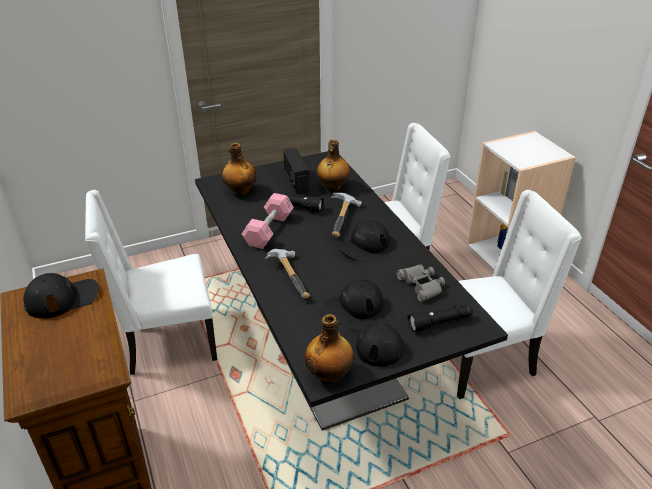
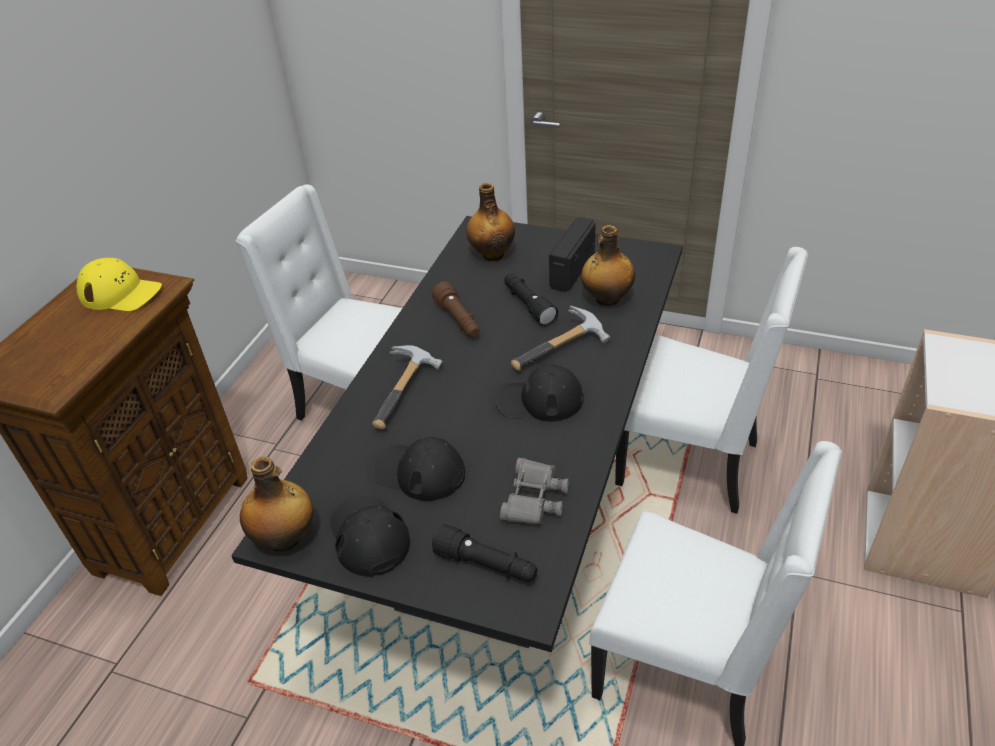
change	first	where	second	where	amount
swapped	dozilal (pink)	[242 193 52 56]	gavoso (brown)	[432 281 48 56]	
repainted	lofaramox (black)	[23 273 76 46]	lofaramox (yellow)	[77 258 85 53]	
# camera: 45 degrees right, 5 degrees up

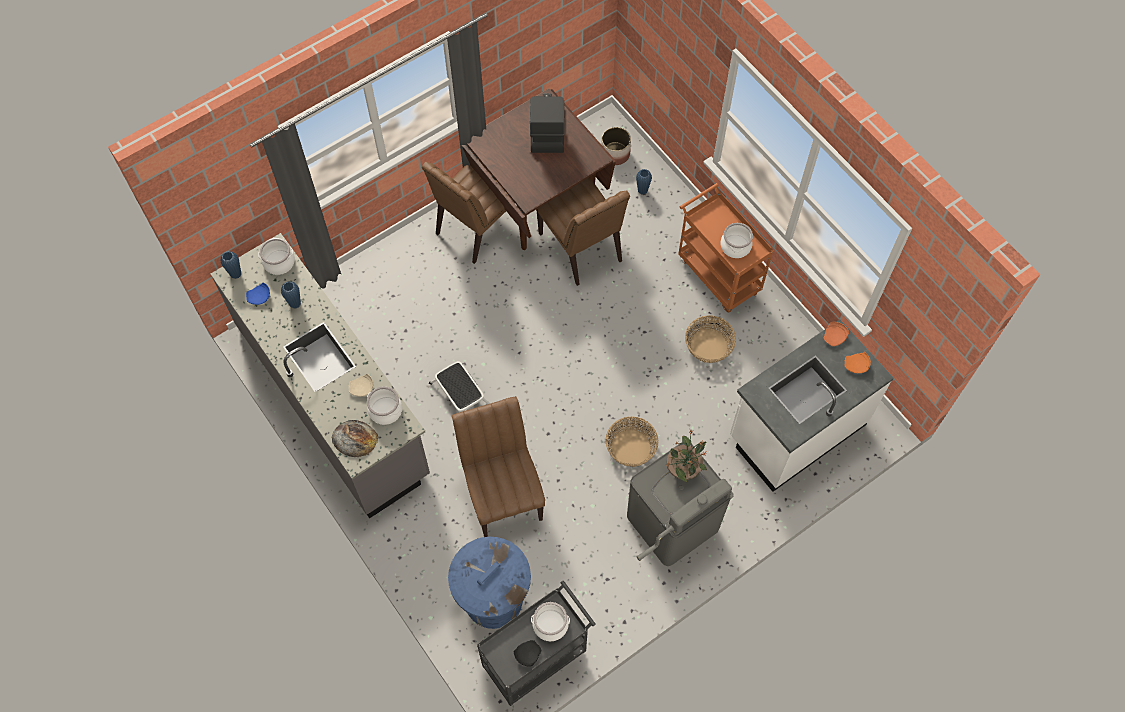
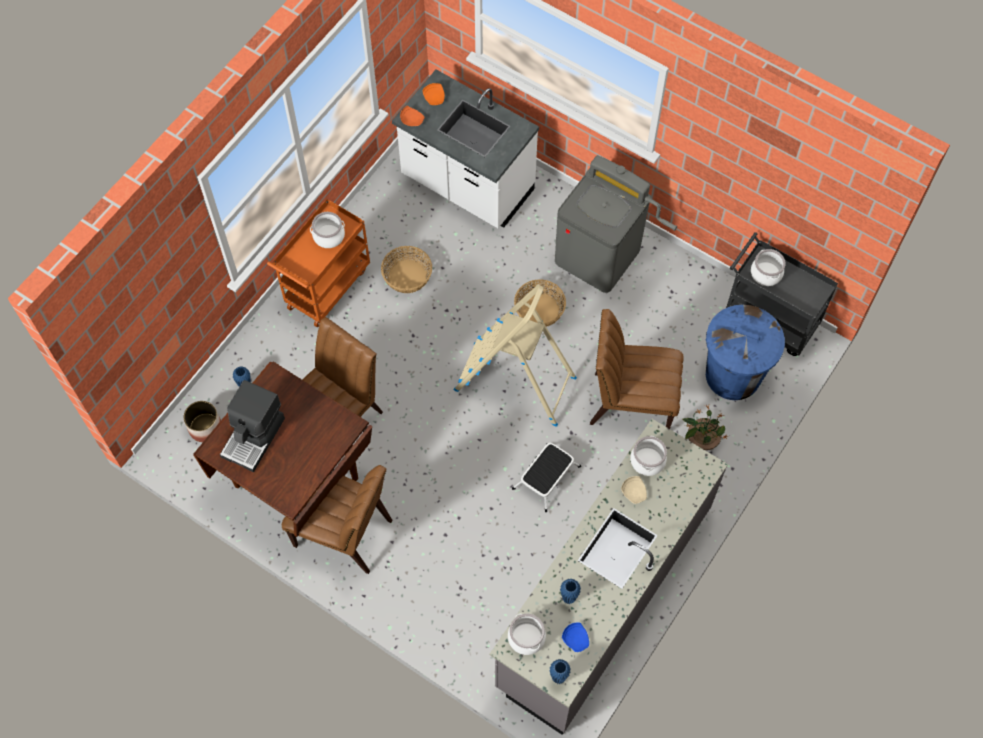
change	first	where	second	where	amount
gone	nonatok	[332 420 46 37]			
gone	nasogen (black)	[514 640 27 26]			
new			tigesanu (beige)	[454 284 123 143]	
shifted	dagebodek	[667 430 40 52]		[683 405 45 45]	
rotated	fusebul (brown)	[452 396 93 141]		[590 309 94 120]	45 degrees clockwise
rotated	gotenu	[530 93 35 60]		[220 380 65 92]	45 degrees counterclockwise
# camera: 110 degrees left, 0 degrees up

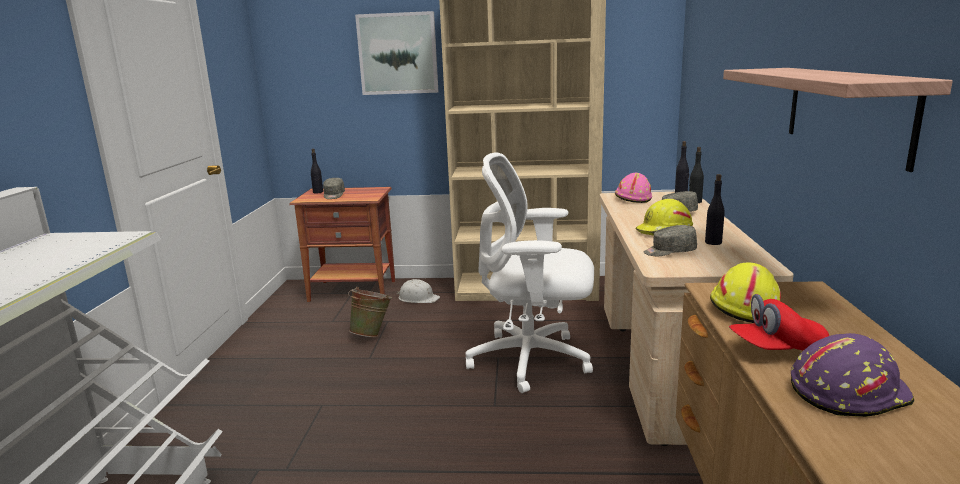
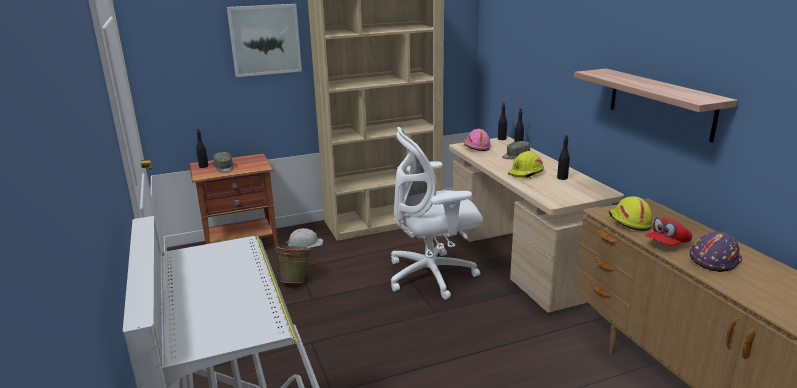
change	first	where	second	where	amount
gone	lofaramox (grey)	[644 225 53 31]			
# camera: 25 degrees left, 5 degrees up

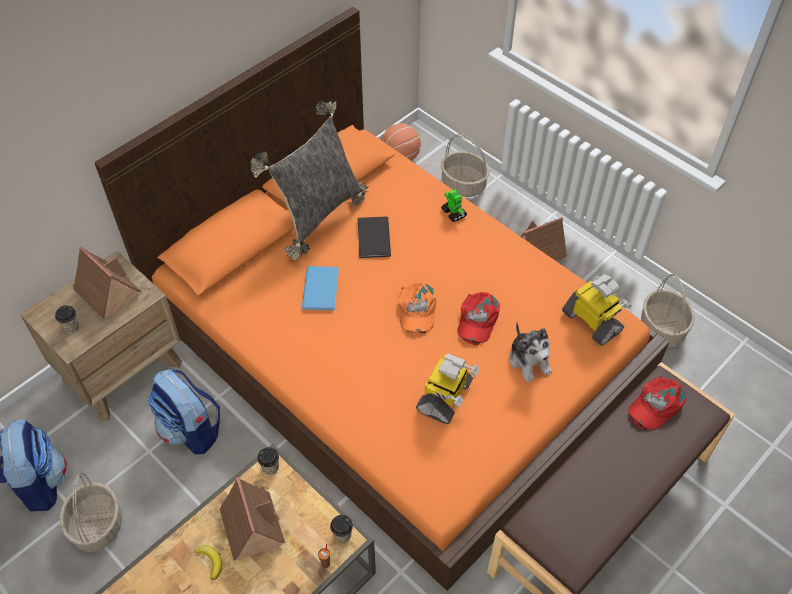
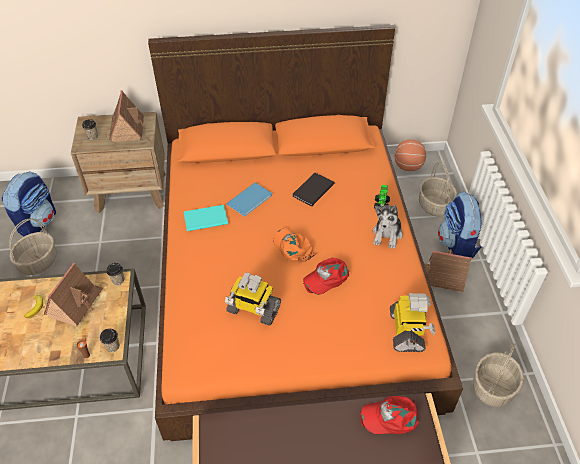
change	first	where	second	where	amount
gone	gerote	[251 100 118 160]			
new			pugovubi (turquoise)	[184 205 44 26]	
shifted	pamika	[147 369 73 86]		[438 192 43 66]	
shifted	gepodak	[509 322 43 60]		[372 205 31 44]	
rotated	lofaramox (orange)	[398 282 38 53]		[274 228 42 33]	105 degrees clockwise
rotated	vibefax	[416 353 64 71]		[225 273 56 53]	45 degrees clockwise
# camera: 40 degrees right, 5 degrees down

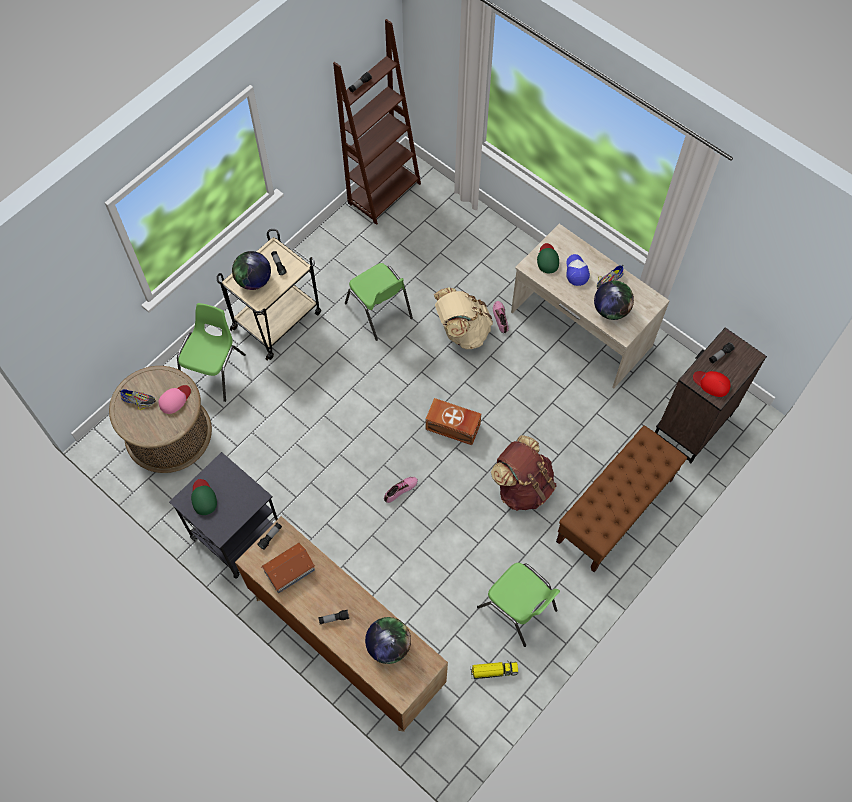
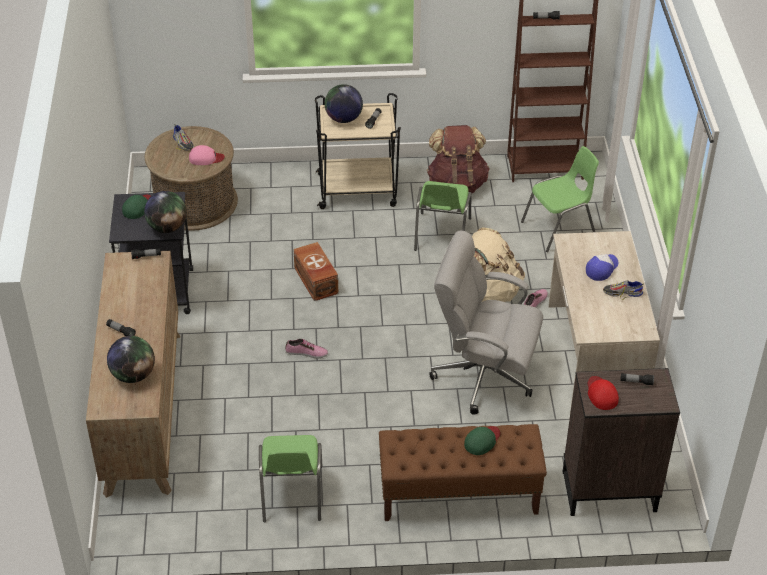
change	first	where	second	where	amount
gone	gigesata	[261 542 54 51]			
gone	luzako	[471 661 47 18]			
new			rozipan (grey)	[429 231 114 184]	
shifted	fusebul (green)	[177 303 69 99]		[521 146 78 106]	
shifted	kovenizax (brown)	[426 398 55 47]		[293 242 46 59]	
shifted	pamika (brown)	[491 435 66 76]		[427 125 63 68]	
shifted	lofaramox (green)	[537 243 22 30]		[464 426 36 29]	
shifted	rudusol	[594 281 40 39]		[144 191 43 42]	
# camera: 45 degrees right, 20 degrees down

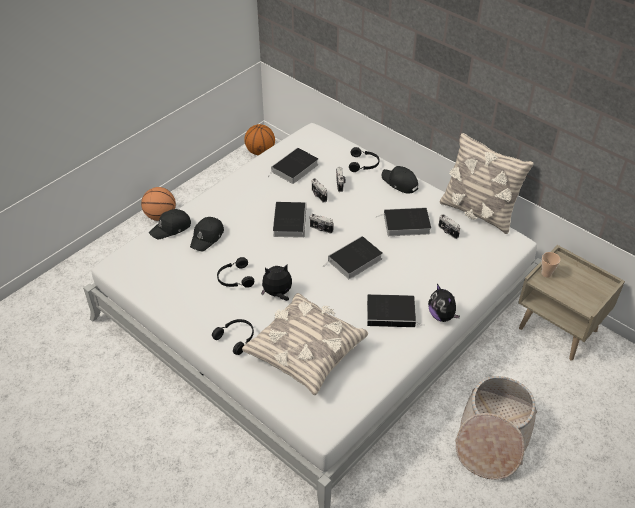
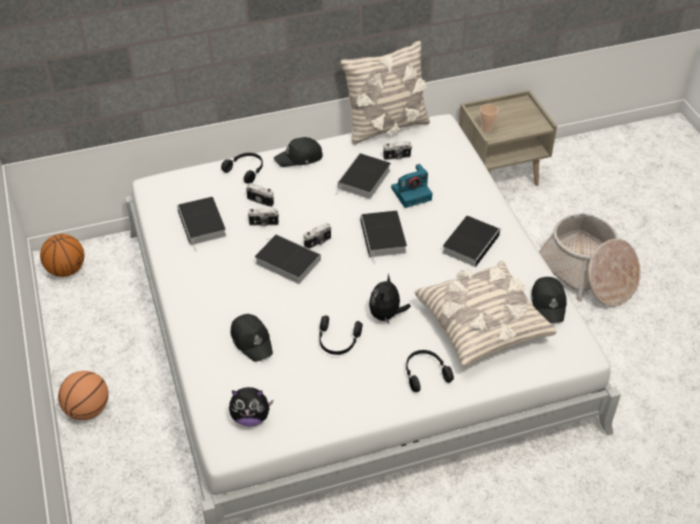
change	first	where	second	where	amount
new			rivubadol	[391 164 41 44]	
shifted	lofaramox (black)	[149 209 42 30]		[532 277 35 46]	
shifted	gepodak	[428 284 32 38]		[229 387 45 40]	
# camera: 60 degrees left, 0 degrees up

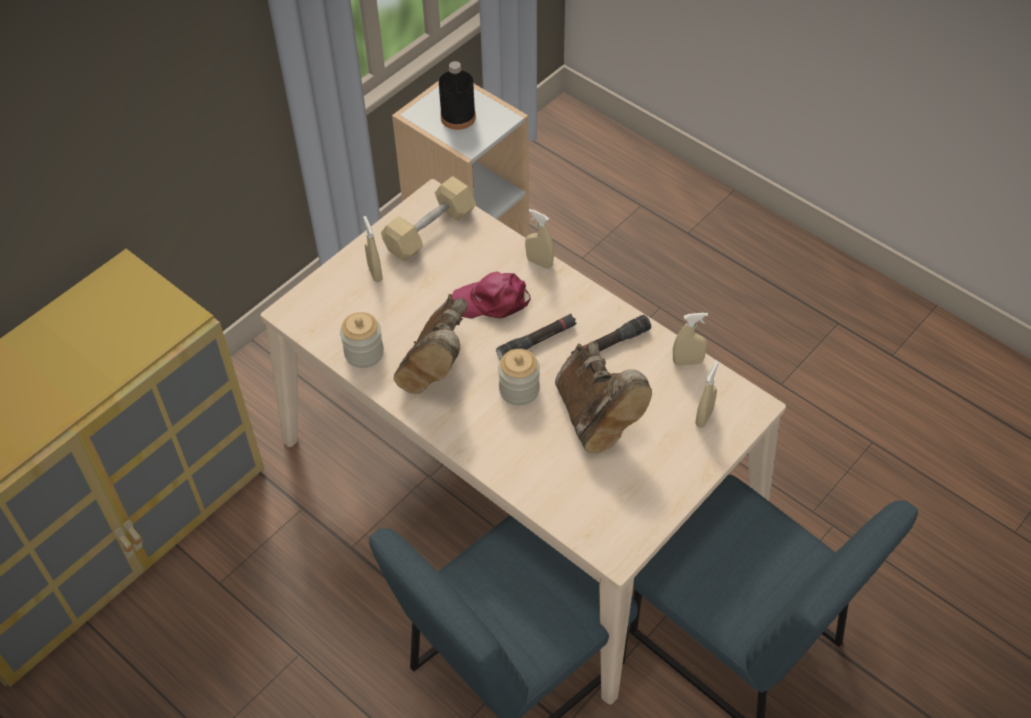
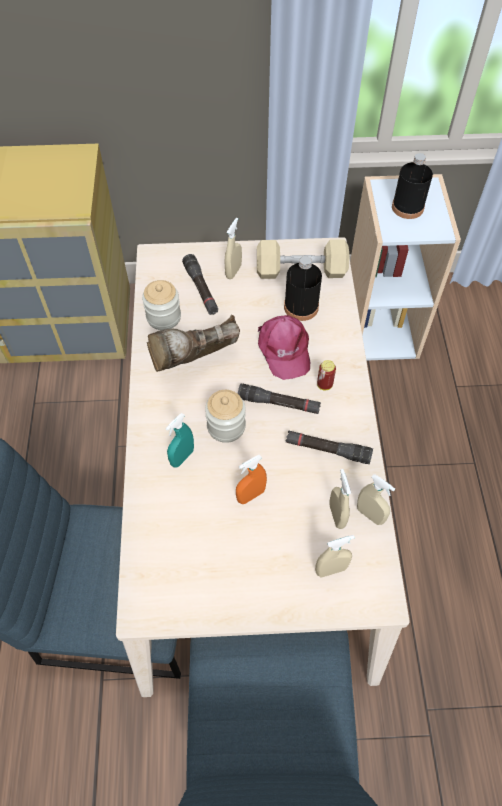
change	first	where	second	where	amount
new			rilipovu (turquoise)	[166 413 28 55]	
new			gavoso (black)	[182 254 36 61]	
new			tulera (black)	[284 256 38 65]	
new			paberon	[317 360 19 30]	
shifted	rilipovu (beige)	[525 209 29 60]		[329 469 22 60]	
swapped	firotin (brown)	[555 341 97 112]	rilipovu (orange)	[236 455 31 49]	
rotated	lofaramox (pink)	[452 271 79 48]		[258 315 52 65]	150 degrees counterclockwise
# camera: 45 degrees right, 5 degrees up

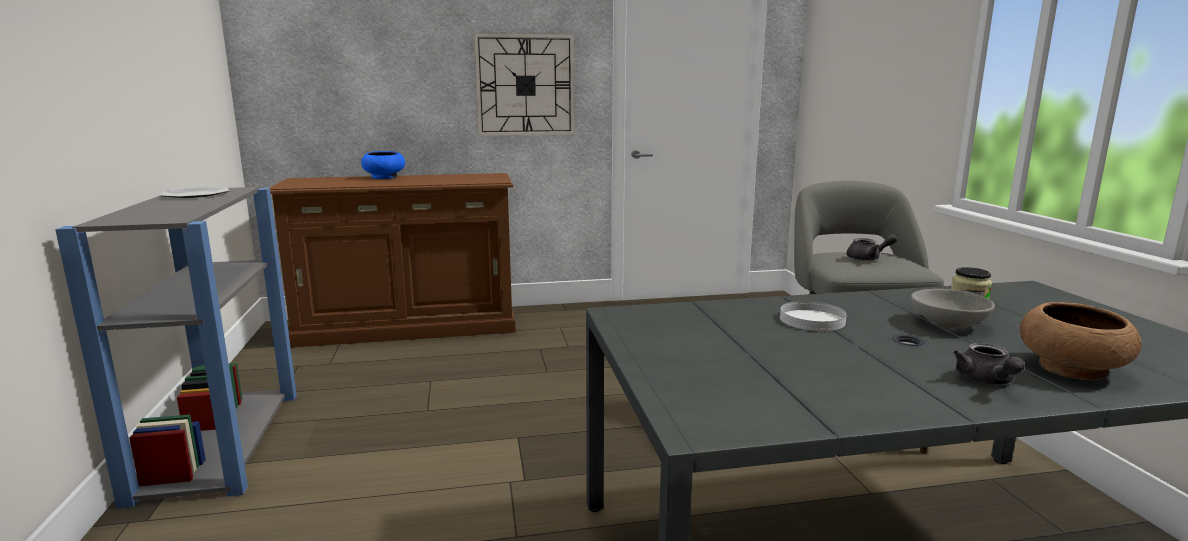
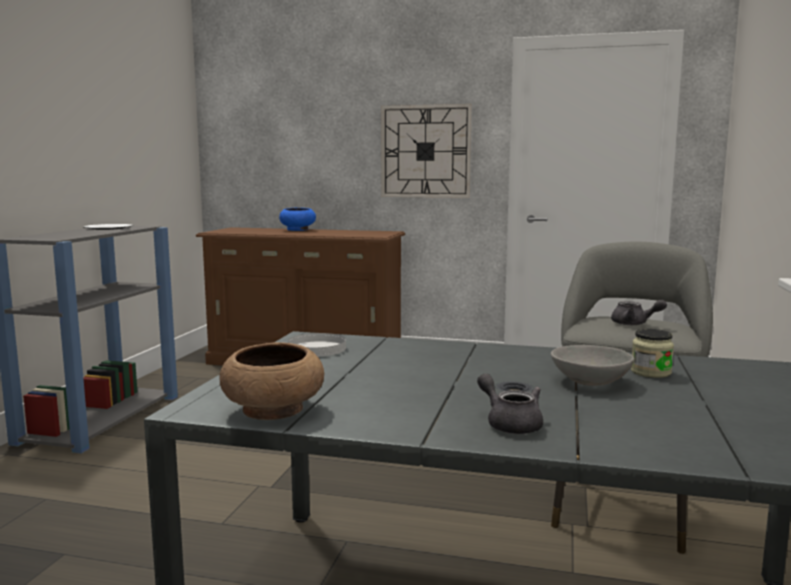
change	first	where	second	where	amount
shifted	nasogen (white)	[780 301 67 30]		[288 333 58 24]	
shifted	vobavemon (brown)	[1020 302 122 78]		[219 342 105 78]	
rotated	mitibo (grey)	[953 343 72 42]		[477 373 66 61]	120 degrees clockwise
# camera: 25 degrees right, 5 degrees down

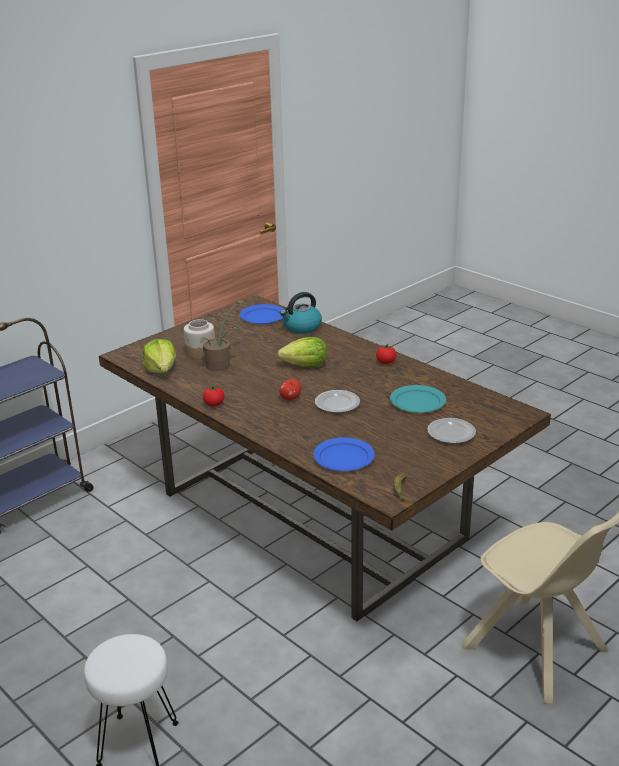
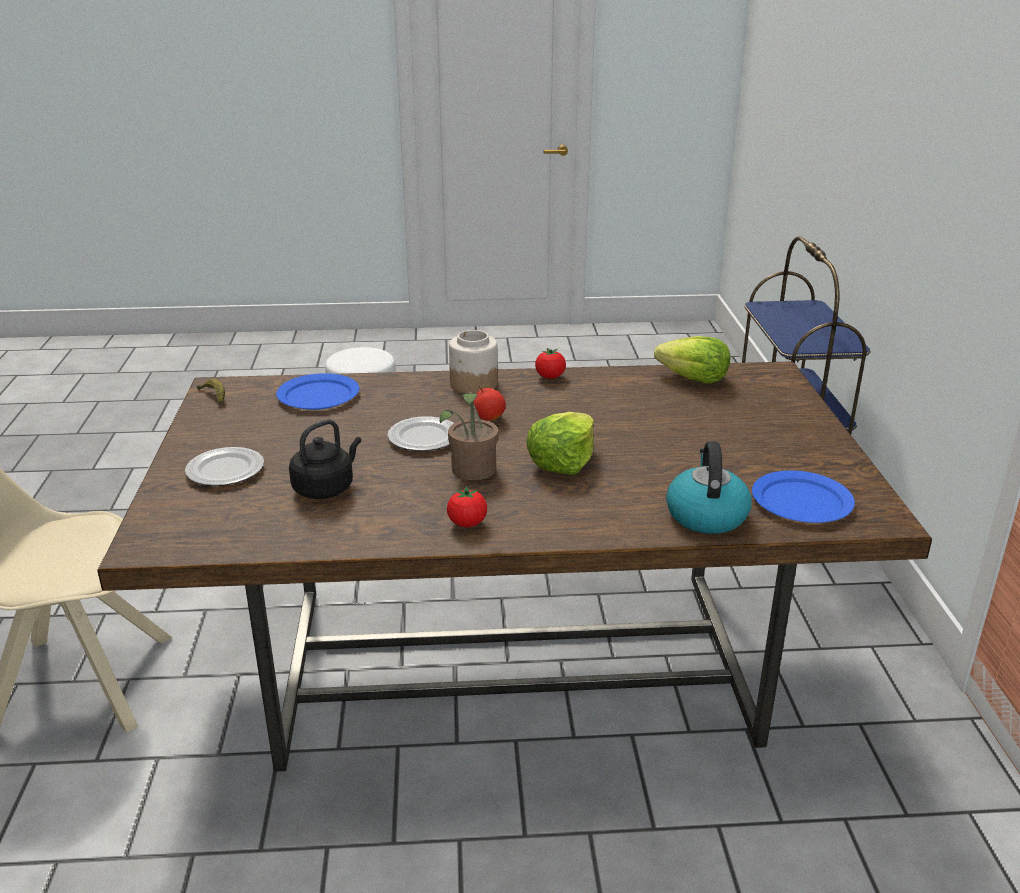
change	first	where	second	where	amount
shifted	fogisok	[184 319 31 40]		[449 330 49 64]	
shifted	dagebodek	[200 300 46 71]		[440 392 59 88]	
swapped	nasogen (turquoise)	[390 385 56 28]	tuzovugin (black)	[289 419 72 80]	
# camera: 130 degrees right, 0 degrees up

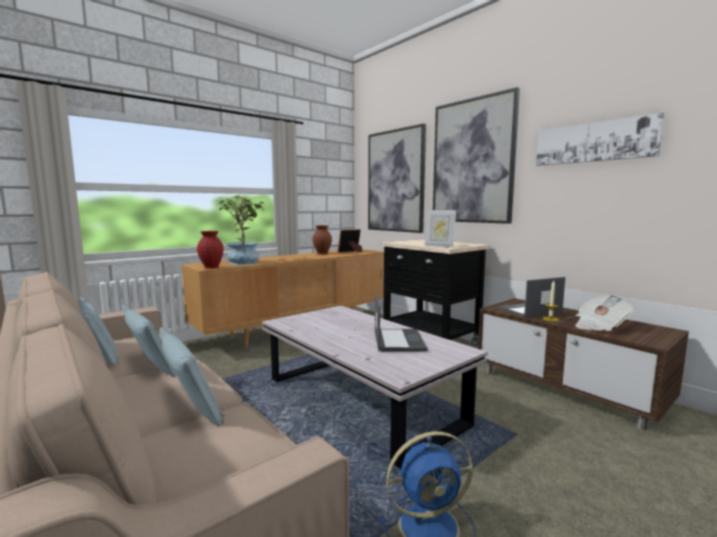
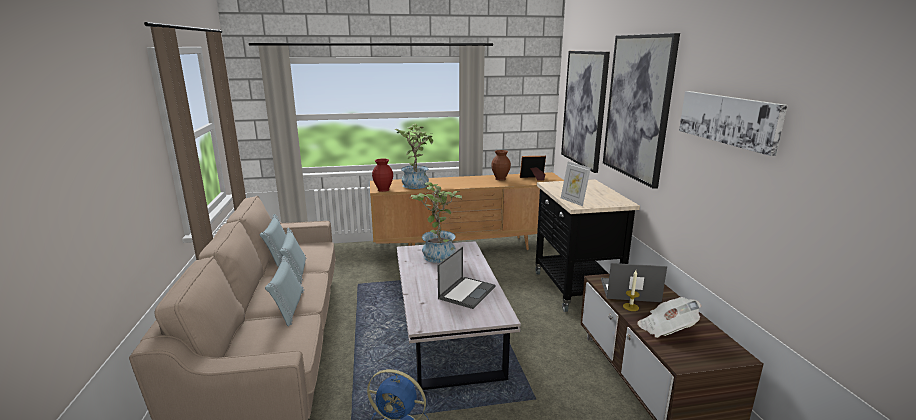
change	first	where	second	where	amount
new			dagebodek	[411 182 51 81]	
# camera: 30 degrees right, 10 degrees up

